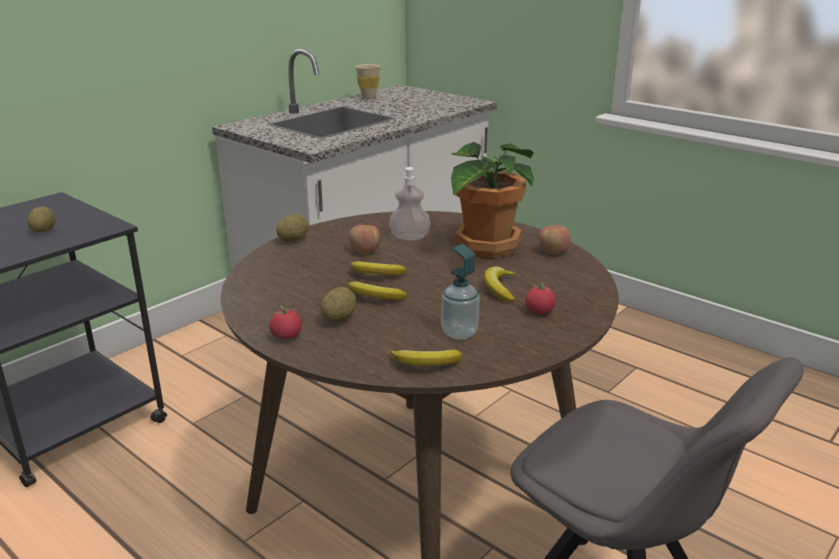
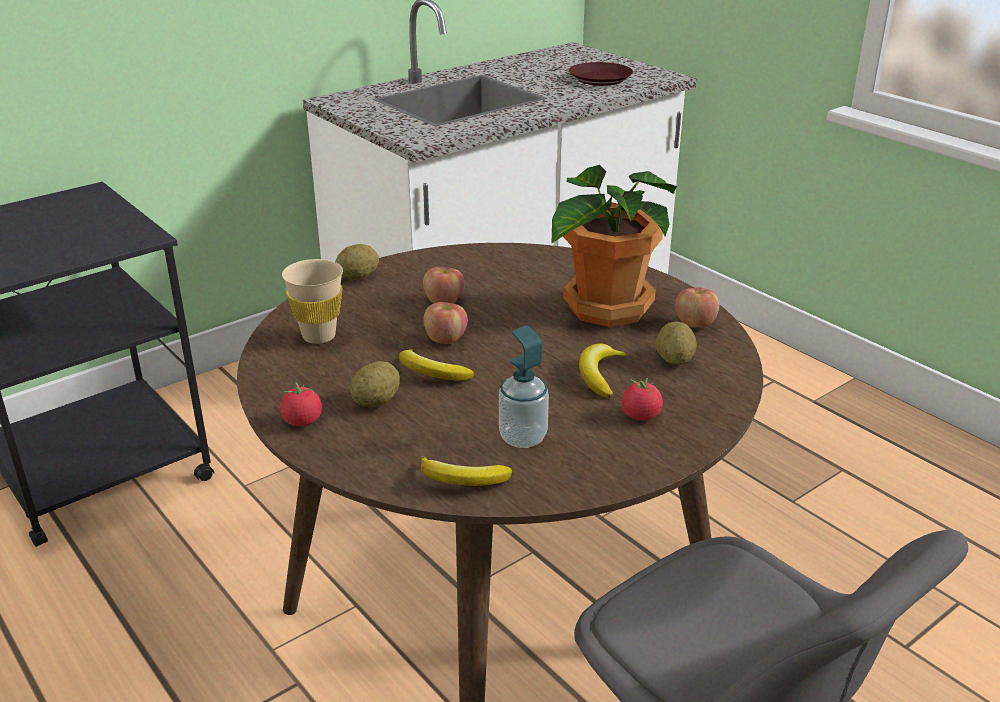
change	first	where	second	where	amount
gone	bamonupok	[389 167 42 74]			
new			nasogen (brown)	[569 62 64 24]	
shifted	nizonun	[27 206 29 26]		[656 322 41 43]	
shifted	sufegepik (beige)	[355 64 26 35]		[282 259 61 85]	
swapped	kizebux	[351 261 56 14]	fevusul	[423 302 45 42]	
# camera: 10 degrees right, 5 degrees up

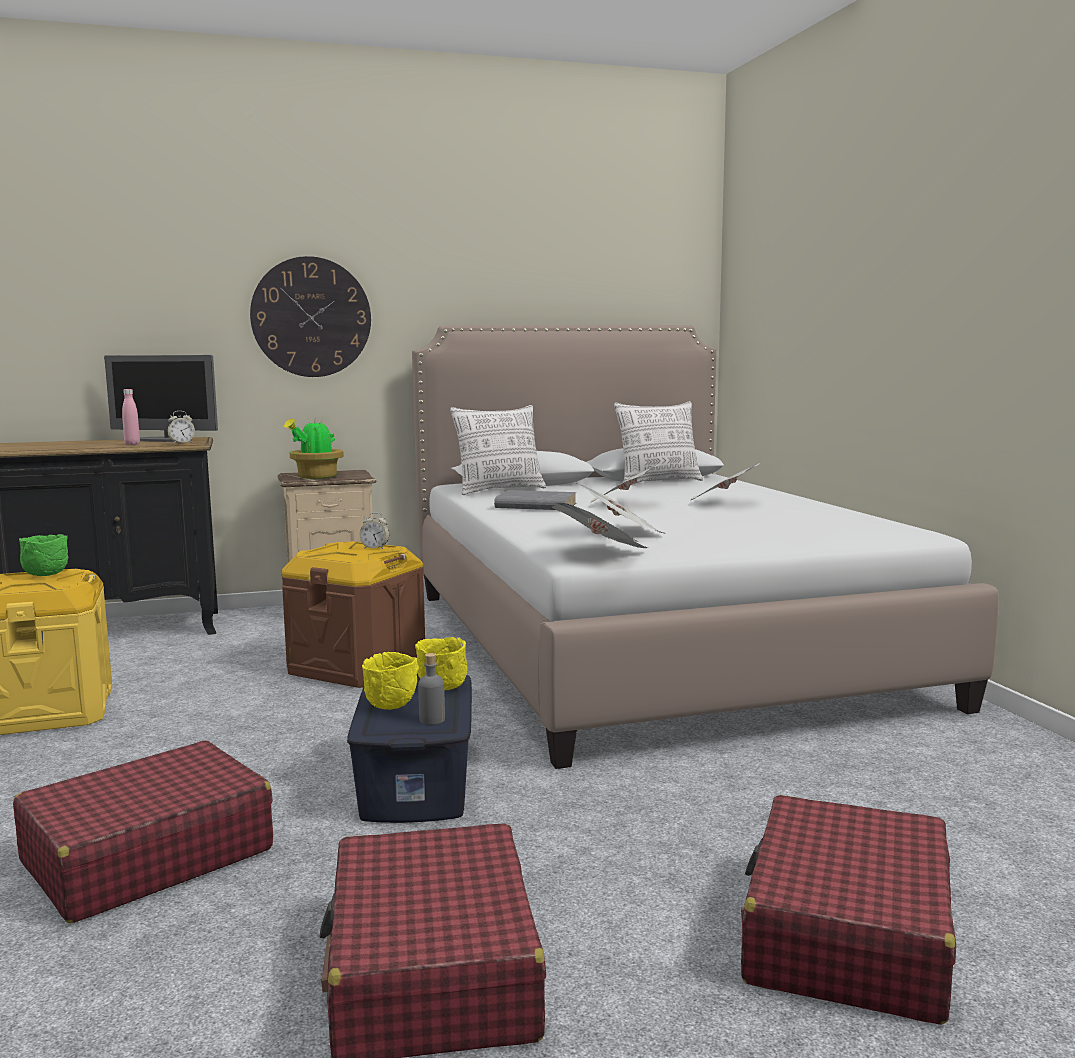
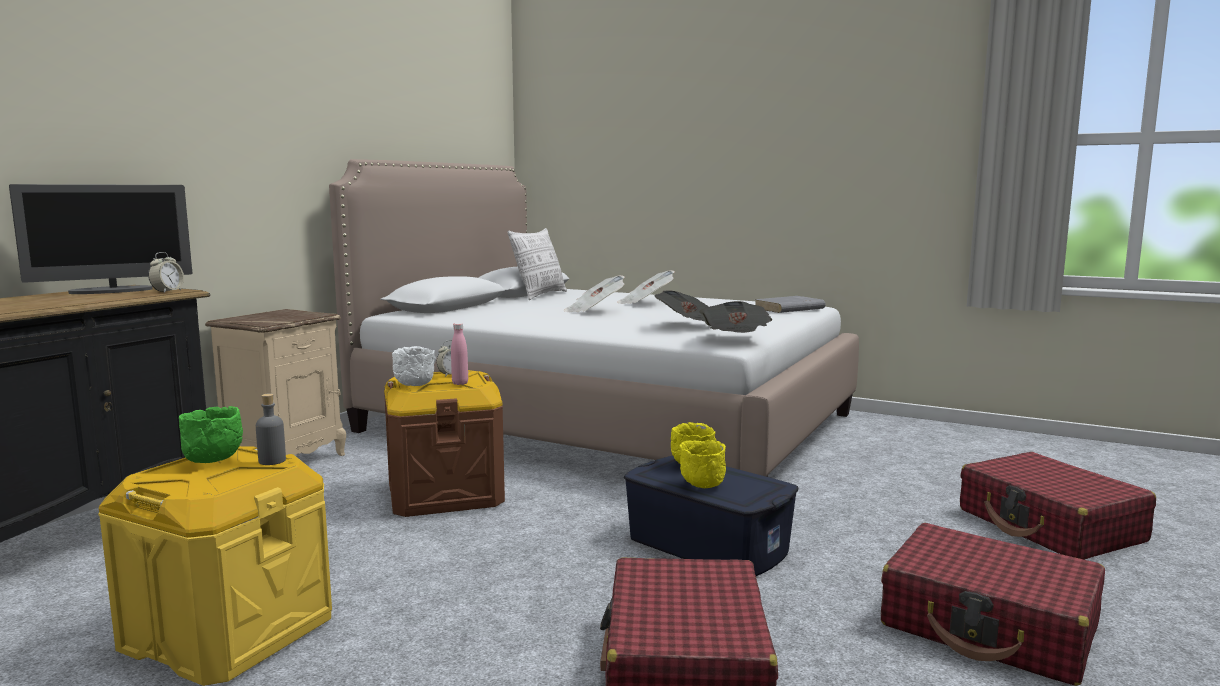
change	first	where	second	where	amount
gone	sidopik	[250 256 121 121]			
gone	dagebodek	[284 417 60 62]			
gone	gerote	[450 405 96 90]			
new			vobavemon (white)	[392 346 44 40]	
shifted	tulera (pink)	[122 389 18 56]		[451 323 17 62]	
shifted	tulera (grey)	[418 653 27 72]		[256 394 30 71]	
shifted	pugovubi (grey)	[494 490 83 20]		[754 296 72 17]	
# camera: 45 degrees left, 0 degrees up

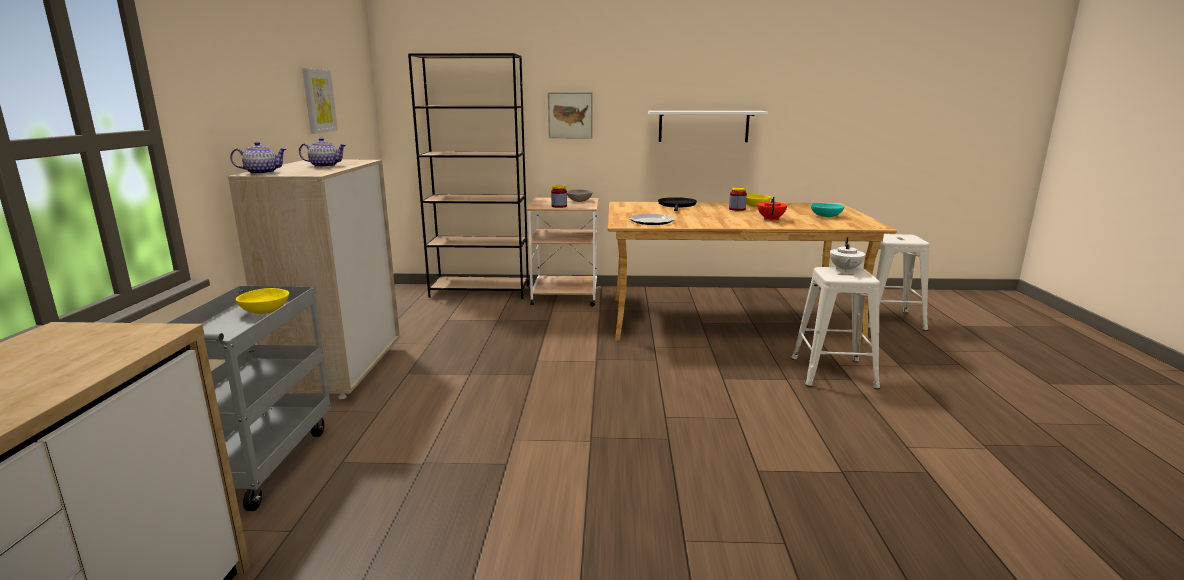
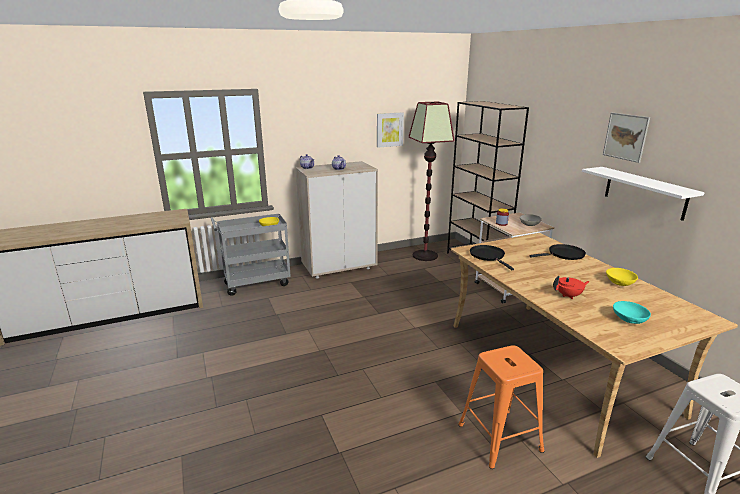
change	first	where	second	where	amount
gone	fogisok	[729 188 18 23]			
gone	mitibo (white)	[830 237 35 35]			
new			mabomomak	[409 102 46 159]	
shifted	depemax	[548 92 45 46]		[603 113 47 50]	
swapped	nasogen	[630 214 45 11]	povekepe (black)	[470 245 44 25]	
repainted	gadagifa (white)	[791 267 89 122]	gadagifa (orange)	[458 345 86 124]	
# camera: 65 degrees right, 5 degrees up

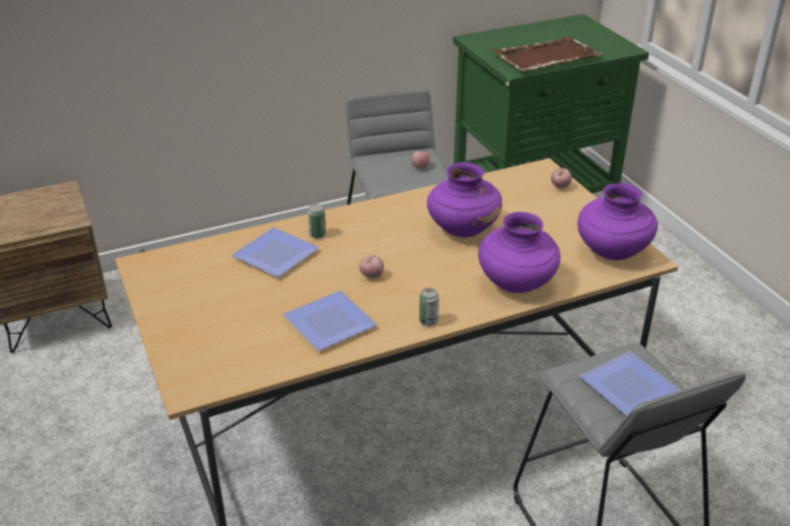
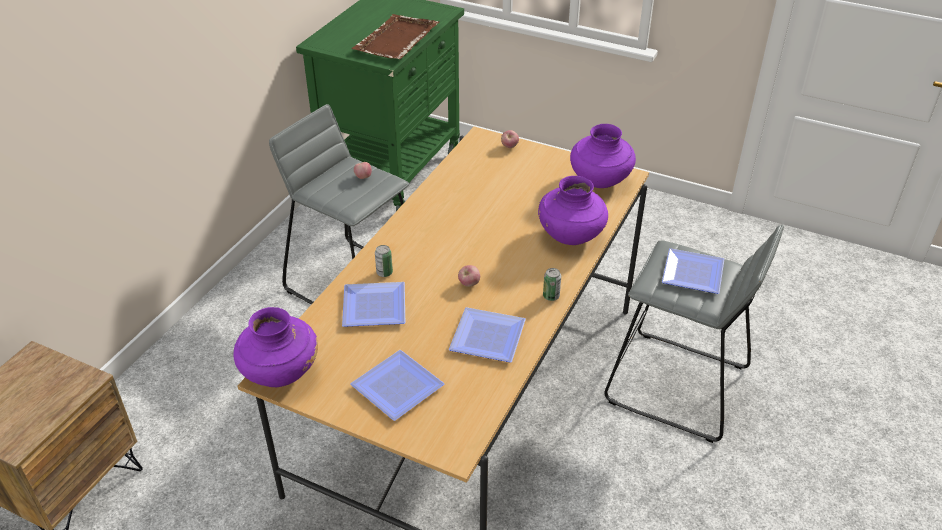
change	first	where	second	where	amount
new			nasogen	[350 350 95 71]	
shifted	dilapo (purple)	[427 162 75 76]		[233 307 85 80]	
# camera: 40 degrees left, 5 degrees up

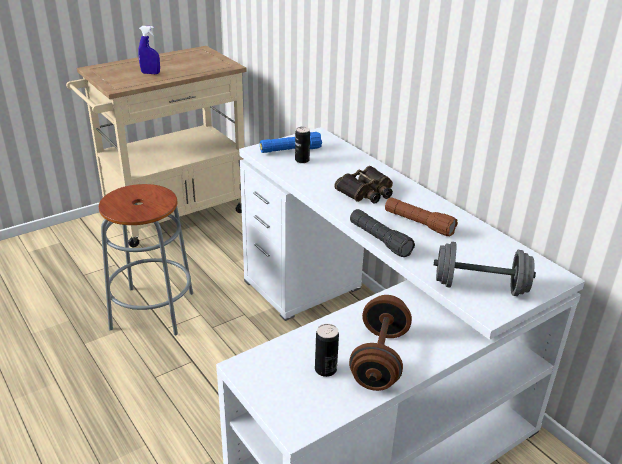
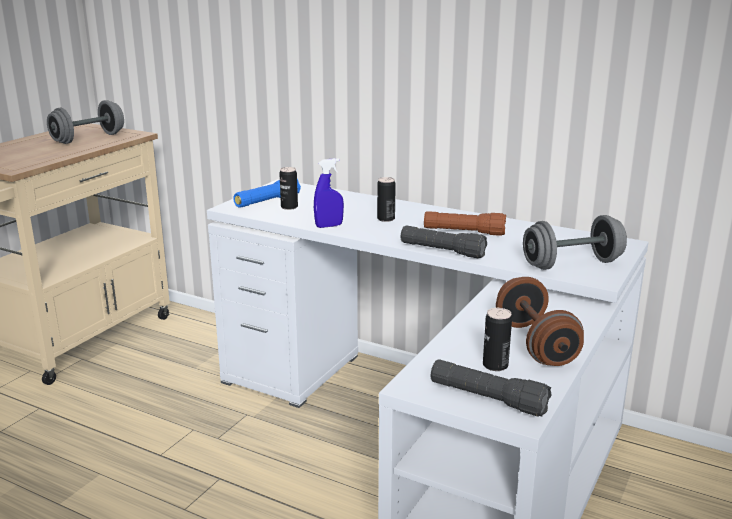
change	first	where	second	where	amount
gone	gadagifa (grey)	[99 184 94 151]			
new			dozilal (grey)	[47 100 77 44]	
new			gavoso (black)	[430 359 122 58]	
shifted	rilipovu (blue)	[138 26 22 48]		[314 158 30 70]	
swapped	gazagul	[334 166 59 38]	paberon	[377 177 19 45]	
# camera: 25 degrees left, 10 degrees down

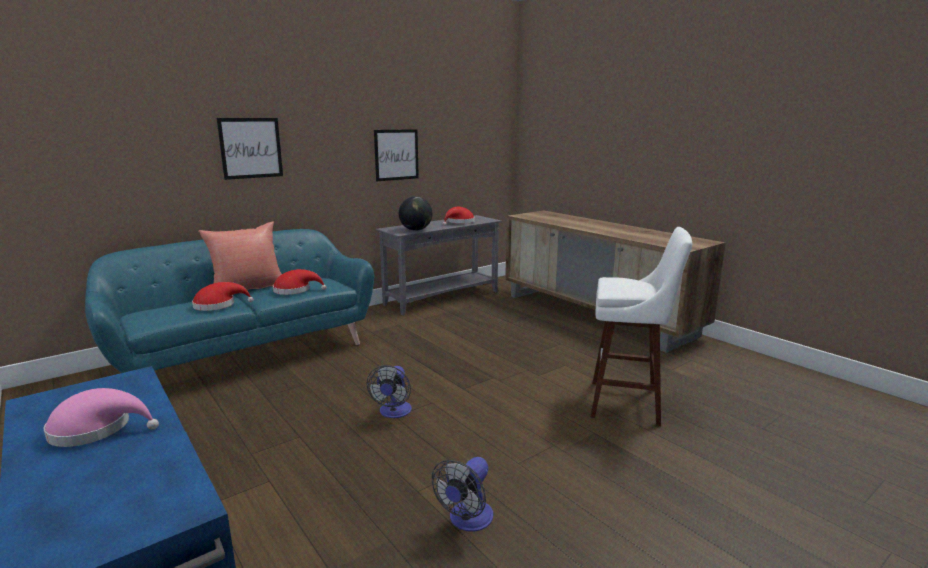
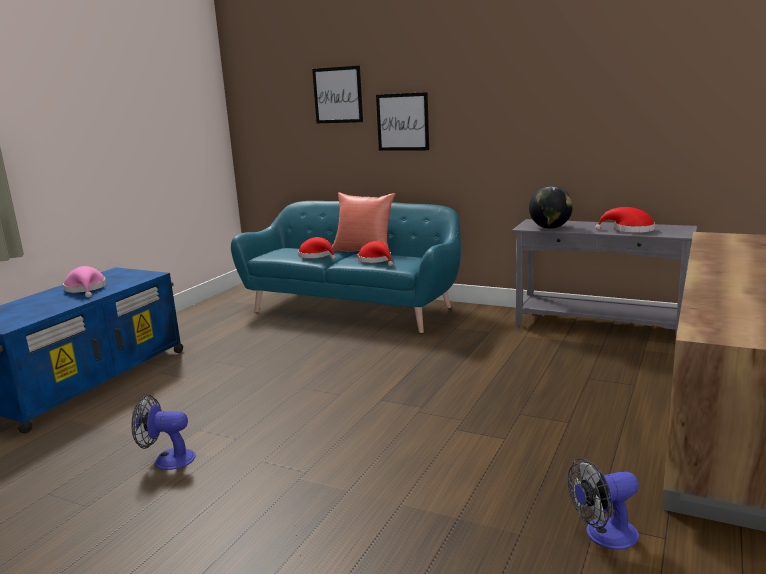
change	first	where	second	where	amount
gone	gadagifa (white)	[590 227 102 199]			
shifted	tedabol	[367 365 45 53]		[568 458 71 92]	
shifted	depemax	[374 129 45 52]		[312 66 51 57]	
# camera: 65 degrees right, 0 degrees up

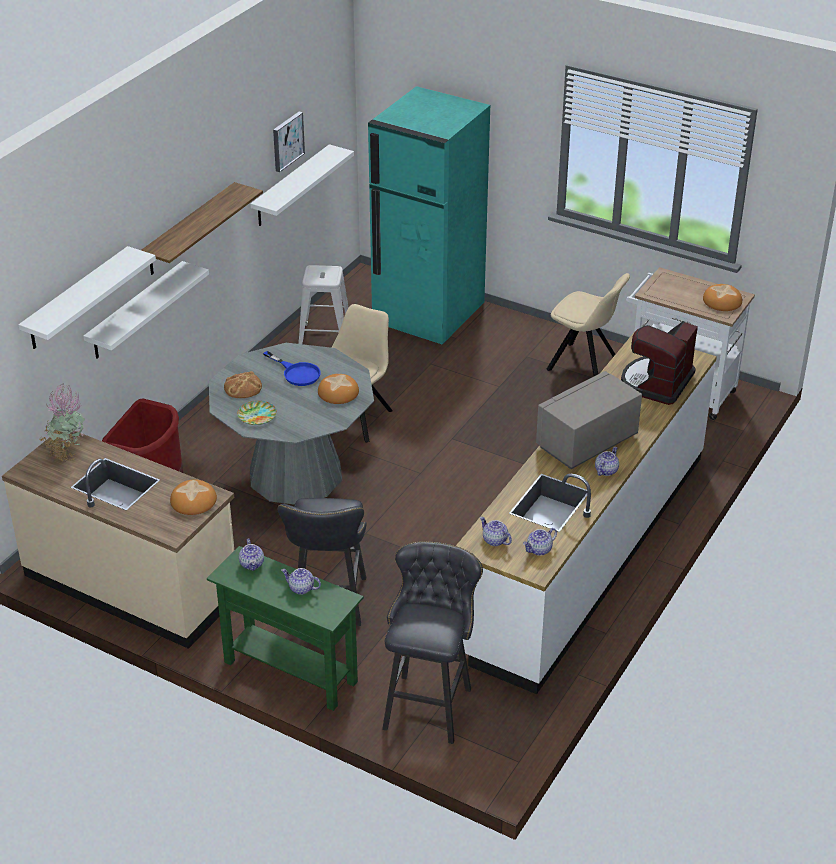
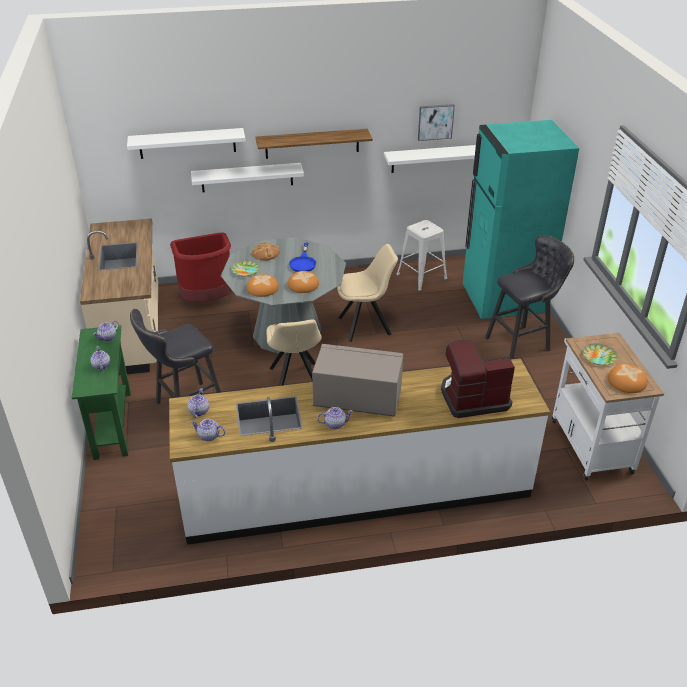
change	first	where	second	where	amount
gone	dagebodek	[39 384 46 79]			
new			nasogen	[582 344 36 21]	
shifted	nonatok	[170 479 47 36]		[247 274 32 23]	
shifted	gadagifa (black)	[382 541 101 203]		[485 235 89 124]	
shifted	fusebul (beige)	[547 273 83 103]		[266 320 56 66]	
# camera: 50 degrees right, 0 degrees up

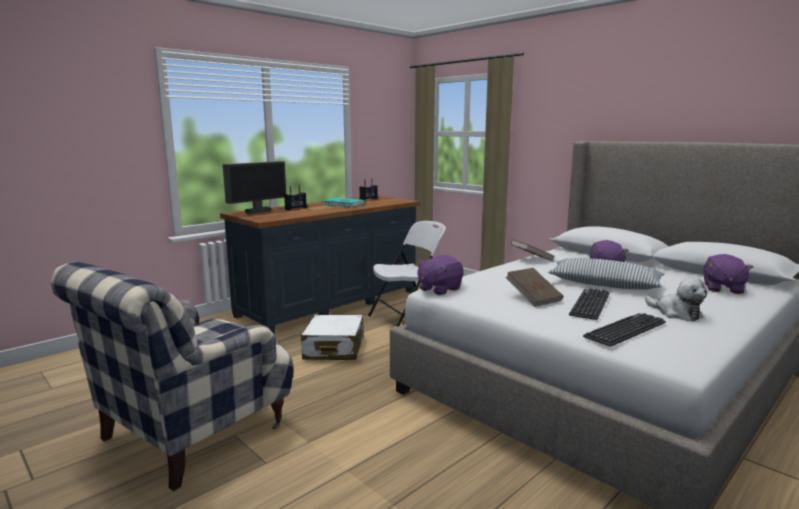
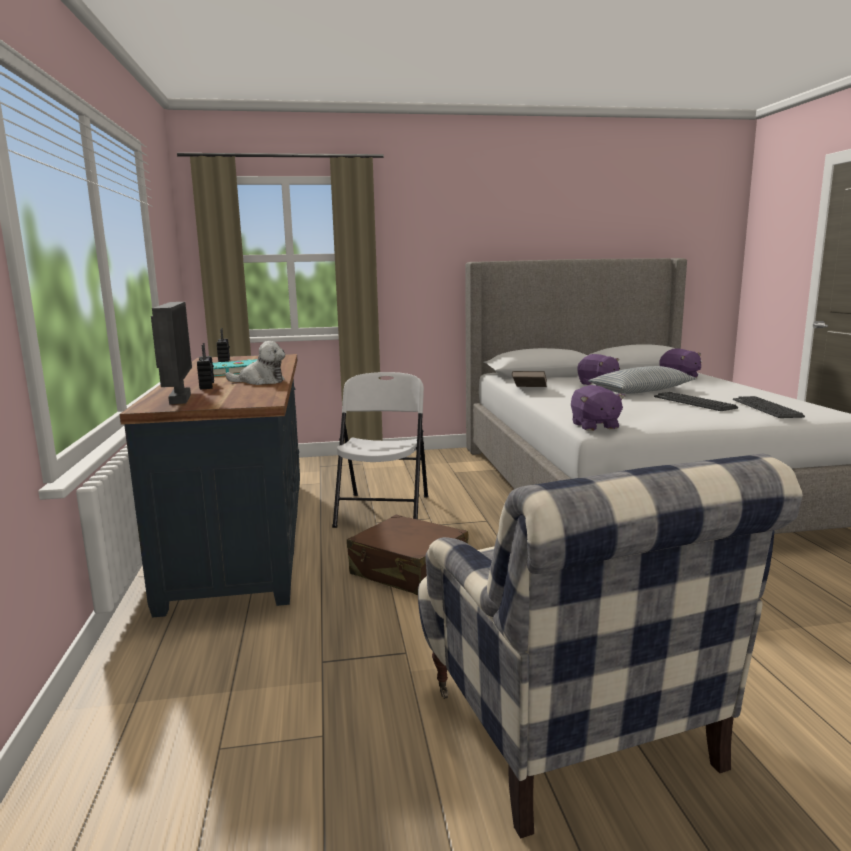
change	first	where	second	where	amount
gone	pugovubi (brown)	[505 268 58 39]			
shifted	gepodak	[645 278 63 43]		[225 341 60 44]	
repainted	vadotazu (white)	[301 315 63 45]	vadotazu (brown)	[347 515 122 80]	
# camera: 55 degrees left, 0 degrees up

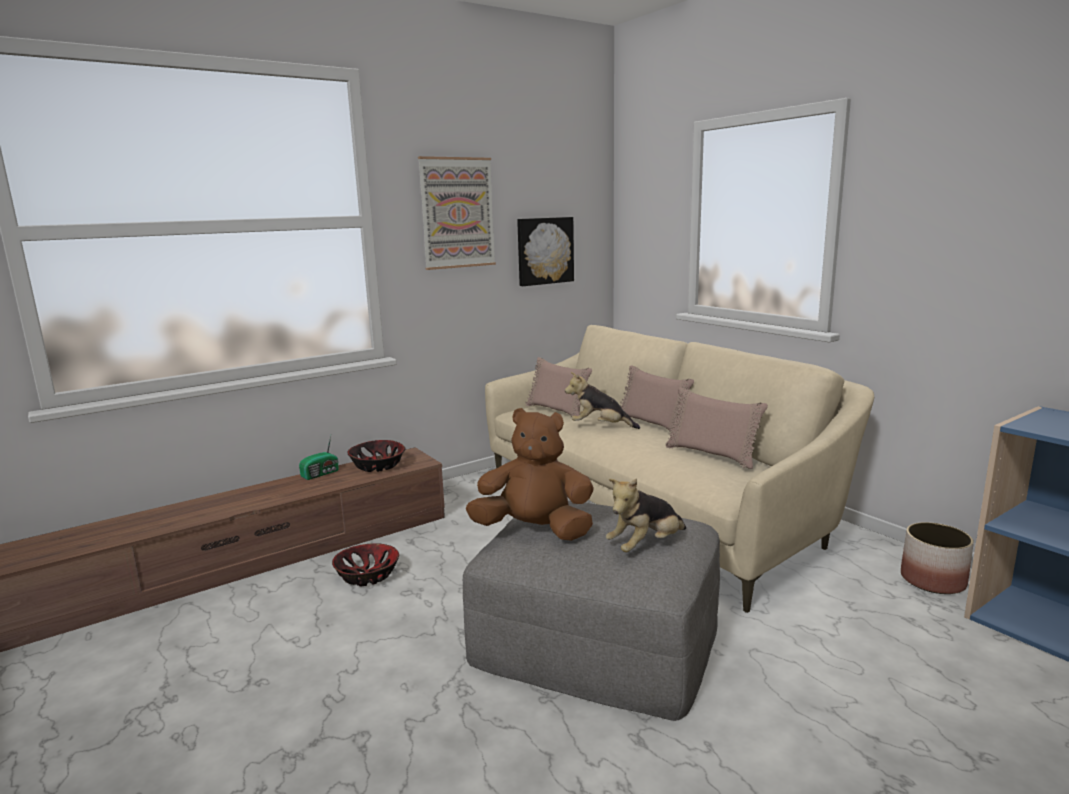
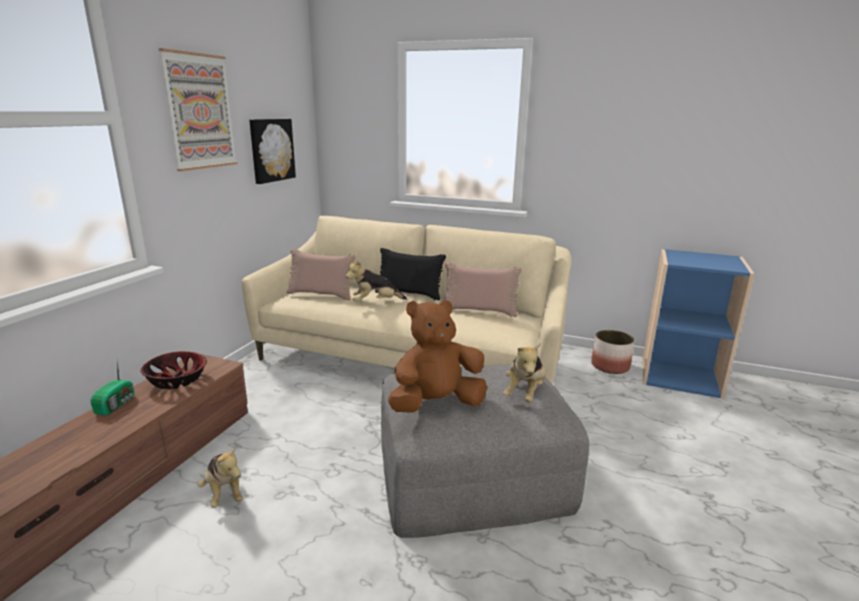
change	first	where	second	where	amount
swapped	vobavemon	[332 543 67 44]	gepodak	[198 446 45 62]	
repainted	gerote (beige)	[620 365 74 69]	gerote (black)	[375 248 71 52]	
# camera: 35 degrees left, 5 degrees up

